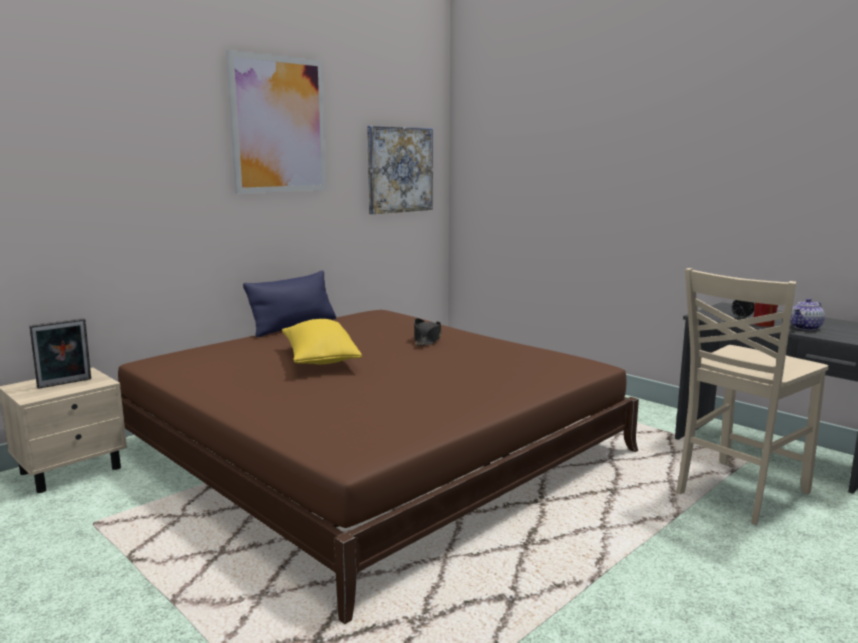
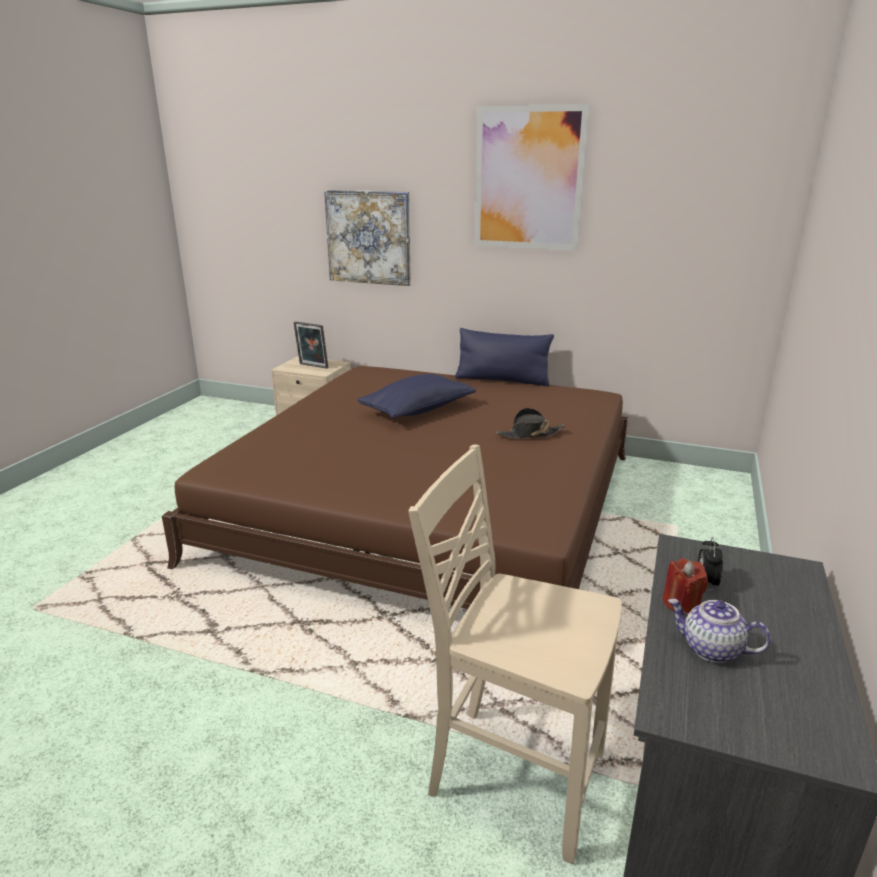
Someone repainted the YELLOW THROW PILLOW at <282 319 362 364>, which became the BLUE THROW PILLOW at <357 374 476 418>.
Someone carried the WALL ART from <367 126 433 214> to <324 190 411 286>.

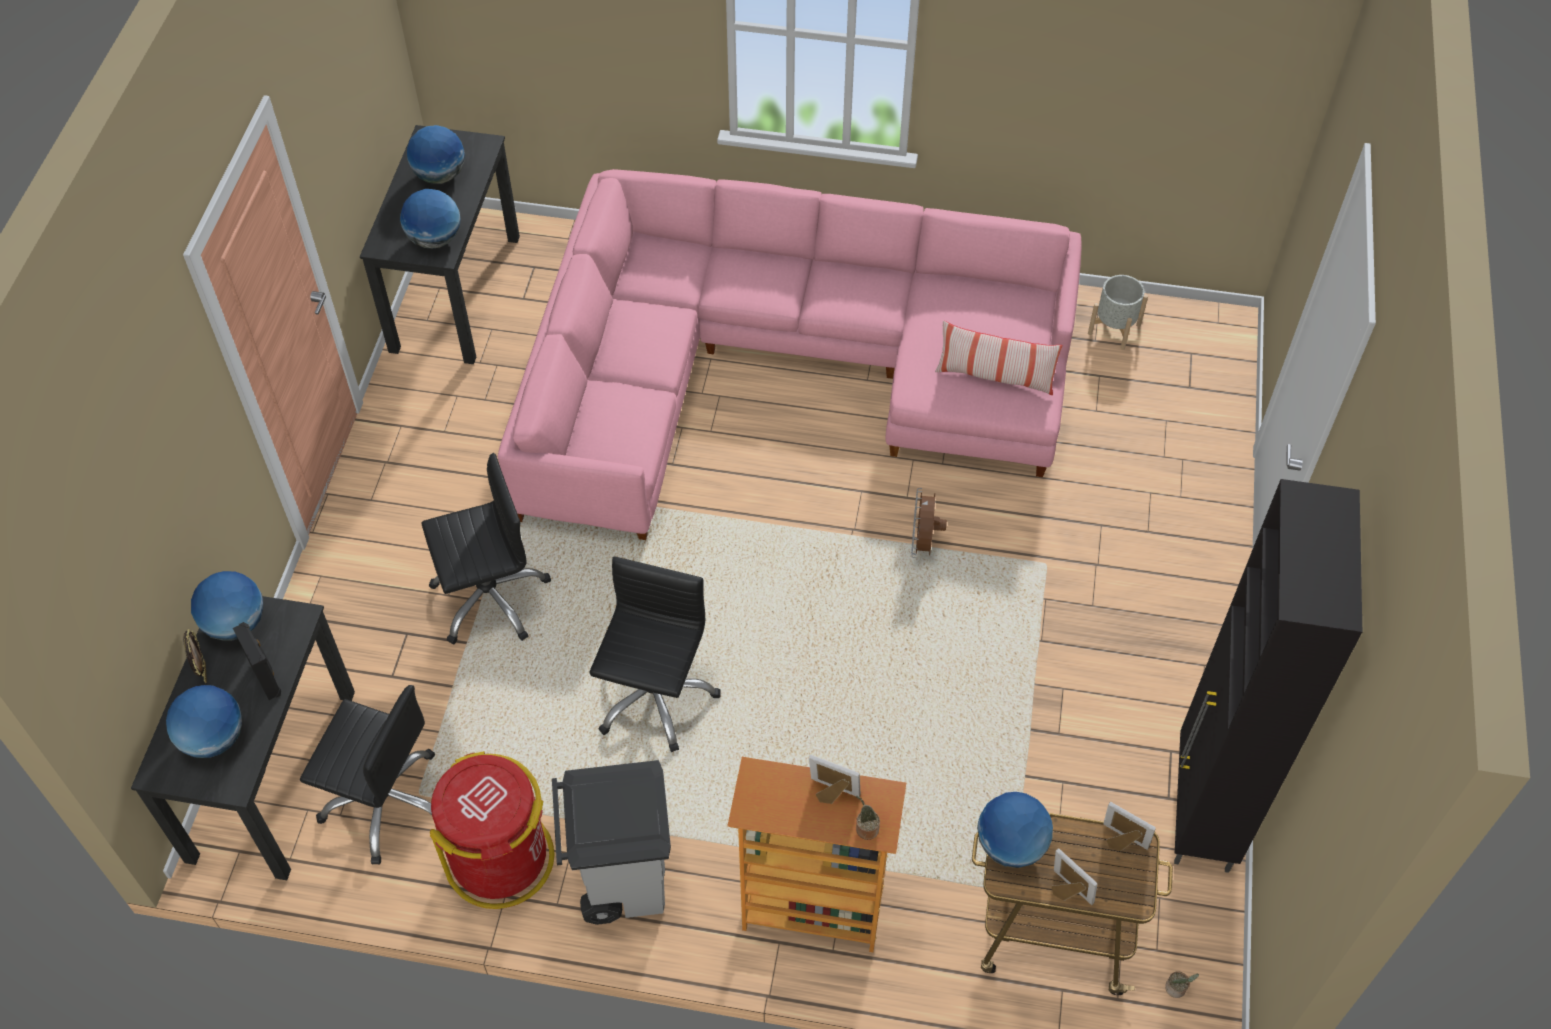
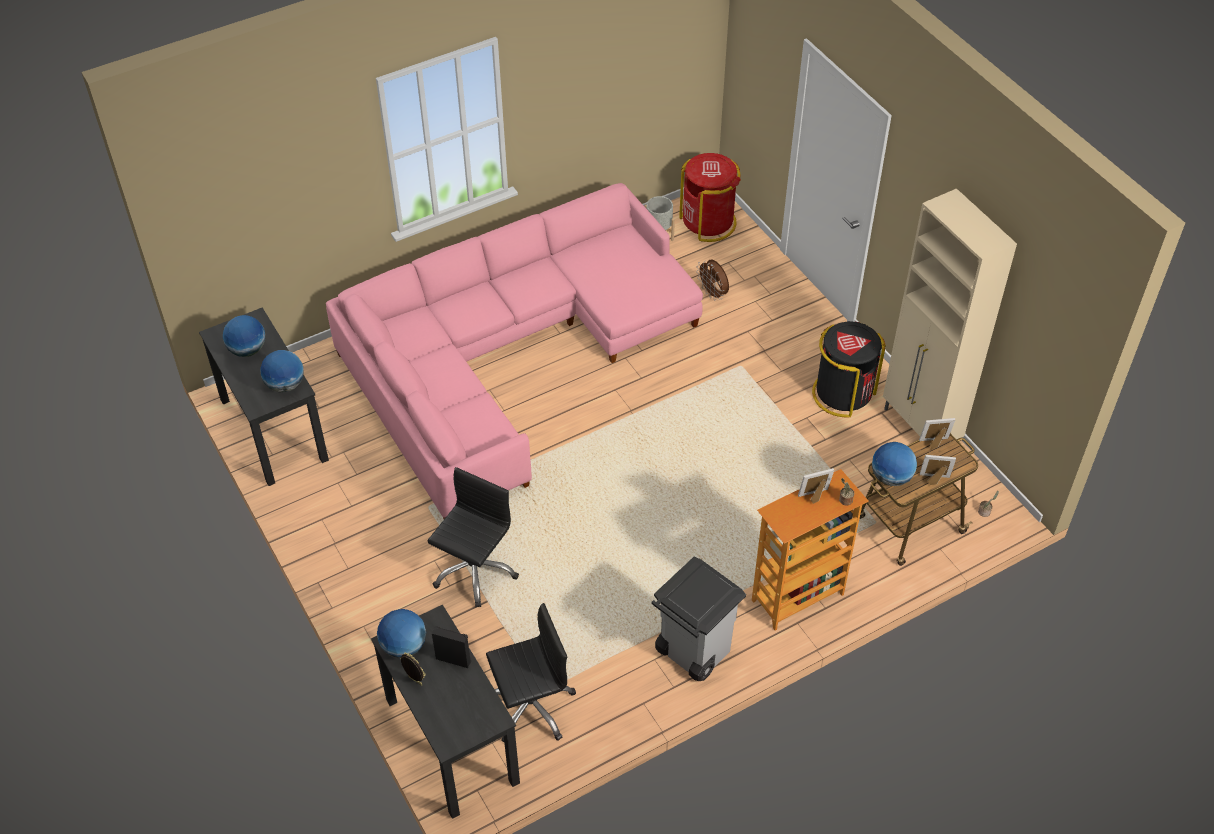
Someone took away the WORLD GLOBE at <166 685 242 758>.
Someone carried the REDDISH TRASH CAN from <430 751 554 909> to <679 153 741 242>.
Someone took away the BLACK-COLOURED COMPUTER CHAIR at <590 557 721 752>.
Someone carried the BROWN-COLOURED FAN from <911 488 947 558> to <696 259 729 301>.
Someone took away the THROW PILLOW at <935 321 1063 395>.
Someone repainted the BLACK-COLOURED CABINET at <1174 479 1362 873>, which became the BEIGE CABINET at <883 188 1017 448>.
Someone put down the BLACK-COLOURED TRASH CAN at <812 321 886 418>.

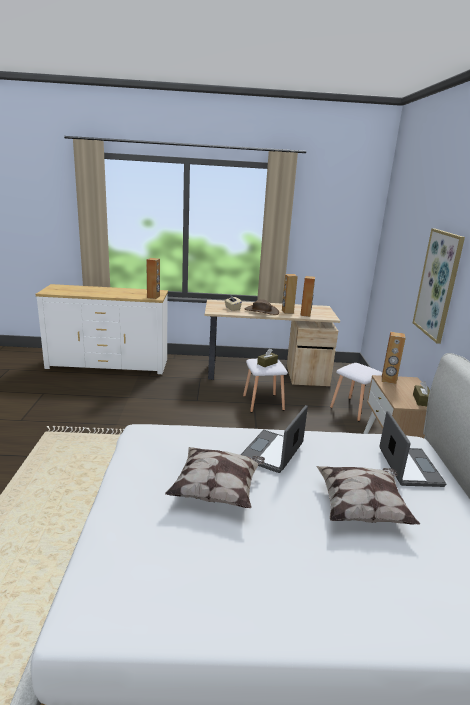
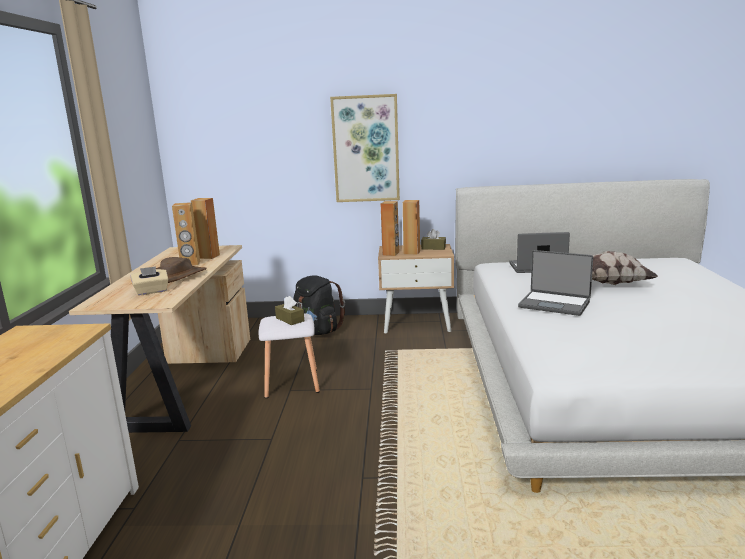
Someone carried the BROWN-COLOURED AUDIO SPEAKER from <146 258 160 299> to <403 200 420 254>.
Someone took away the THROW PILLOW at <165 447 265 508>.
Someone swapped the WHITE-COLOURED STOOL SEAT at <330 363 382 421> for the BLACK-COLOURED BACKPACK at <293 275 345 335>.

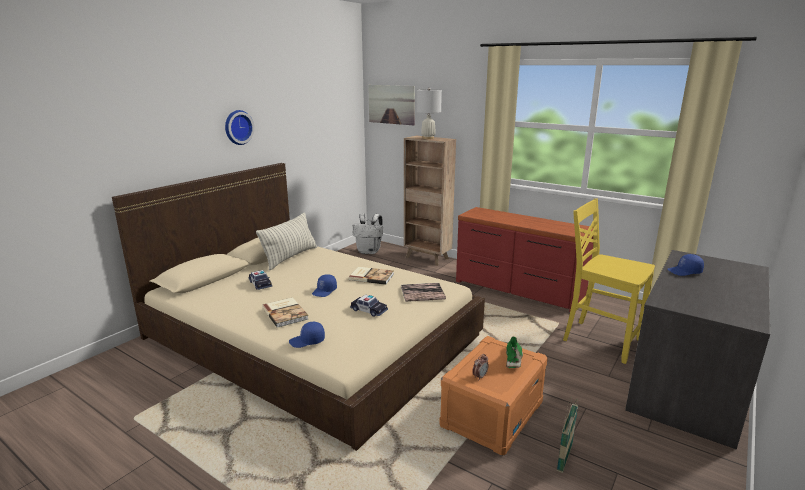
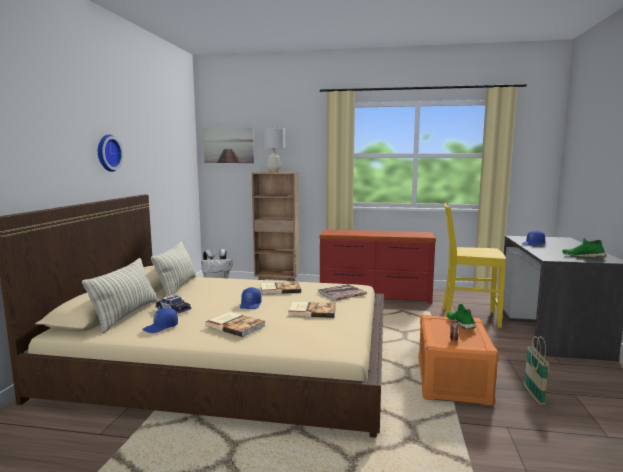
Someone carried the BLUE CAP from <289 322 325 348> to <142 308 178 333>.
Someone swapped the MINIATURE CAR at <350 295 388 317> for the BOOK at <288 302 336 318>.
Someone put down the THROW PILLOW at <82 258 158 334>.
Someone put down the GREEN-COLOURED SHOE at <562 238 606 258>.

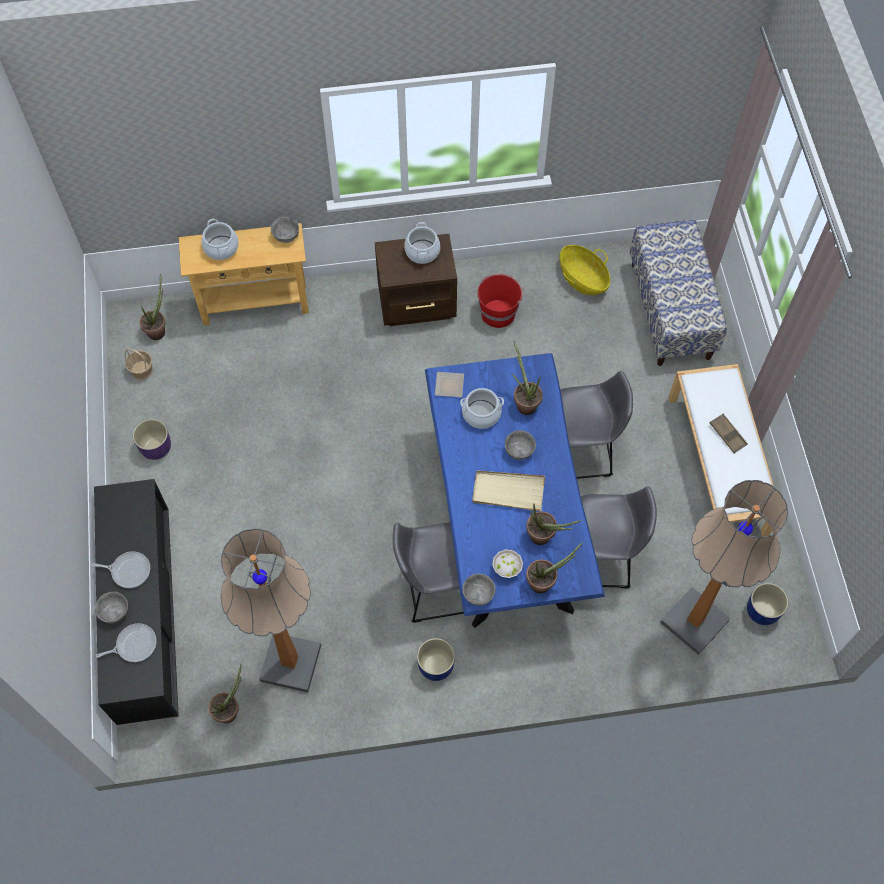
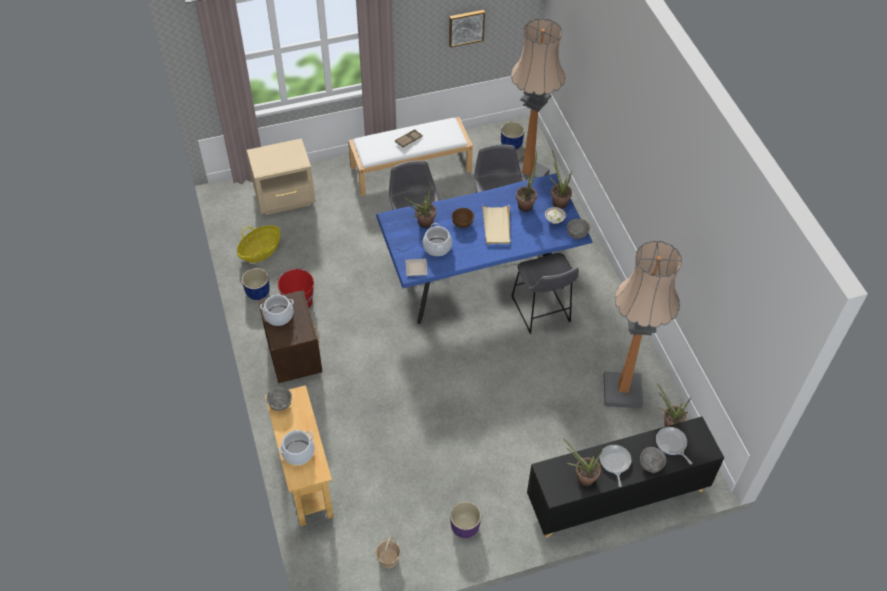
Someone carried the POTTED PLANT from <139 273 166 340> to <563 439 603 486>.
Someone carried the BLUE FLOWER POT from <417 638 455 681> to <242 268 270 300>.
Someone repainted the GREY SERVING BOWL at <505 430 536 460>, which became the BROWN-COLOURED SERVING BOWL at <452 208 474 228>.
Someone swapped the BENCH at <630 219 727 366> for the BEIGE NIGHT TABLE at <247 138 315 215>.
Someone put up the WALL ART at <449 10 485 47>.

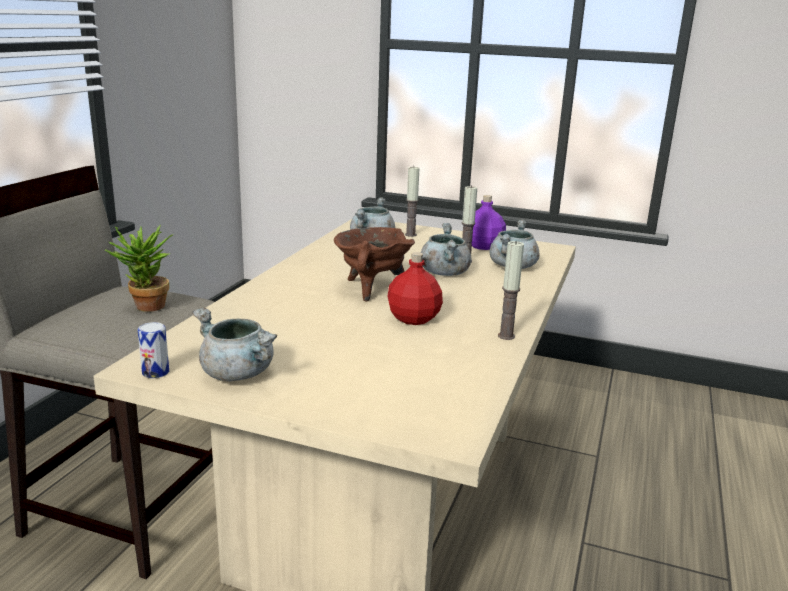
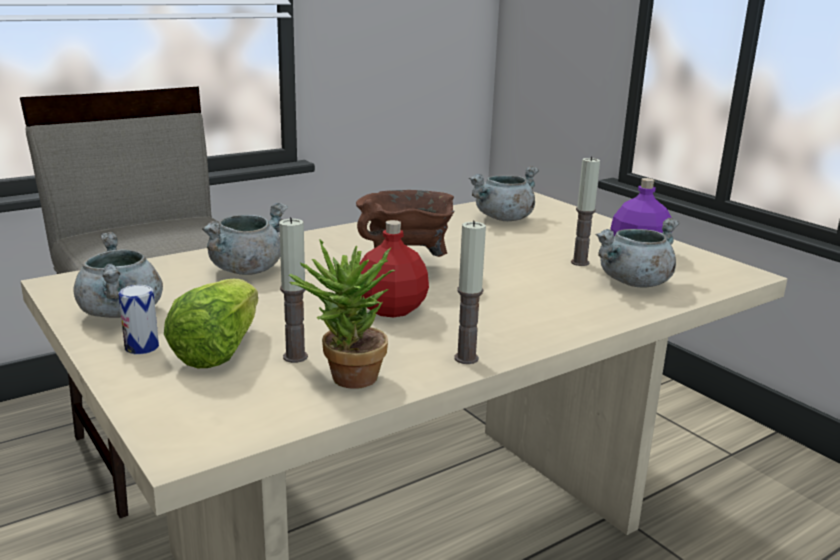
Someone carried the POTTED PLANT from <105 224 173 312> to <289 239 395 389>.
Someone carried the METAL CAN from <138 322 169 378> to <118 285 159 354>.
Someone carried the WAX LIGHT from <405 167 419 237> to <279 217 308 363>.
Someone carried the GREY SAUCEPOT from <421 223 471 276> to <202 203 288 275>.
Someone put down the HEAD OF LETTUCE at <164 279 258 368>.

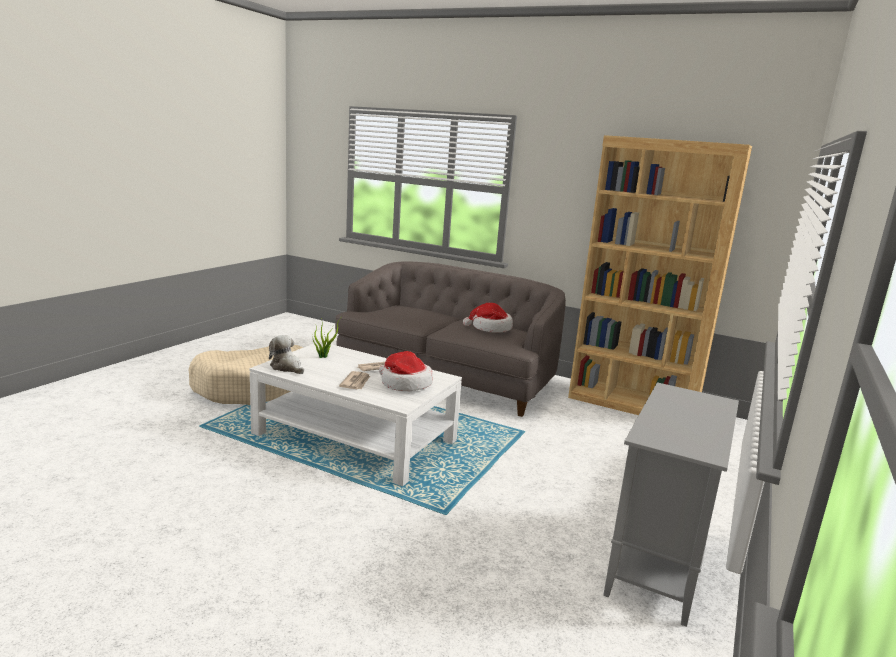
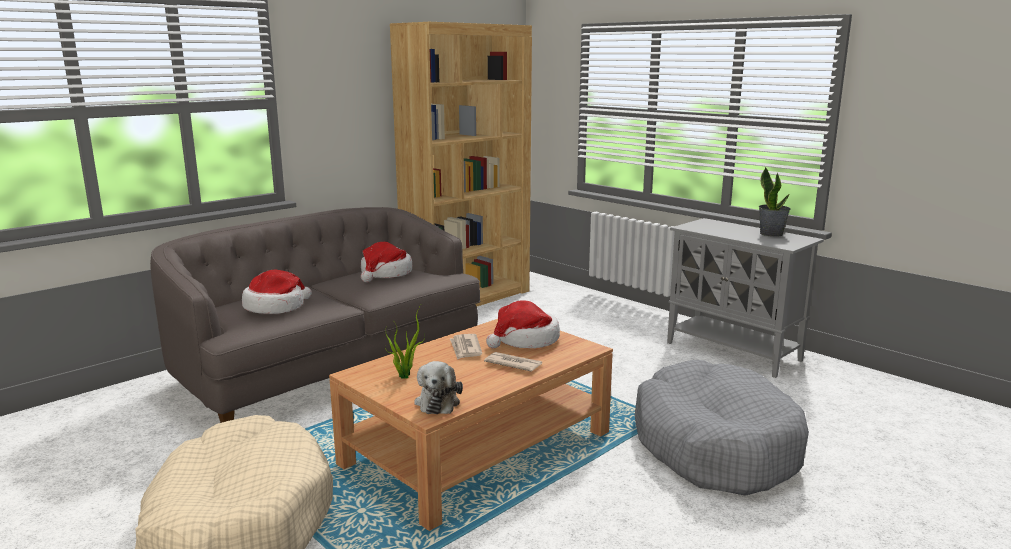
Someone repainted the WHITE-COLOURED LOUNGE TABLE at <249 341 462 486>, which became the BROWN-COLOURED LOUNGE TABLE at <329 319 613 531>.
Someone rotated the CUDDLY TOY at <269 335 304 374> by 60 degrees counterclockwise.
Someone put down the WEARABLE HAT at <242 270 312 314>.
Someone put down the GREY DOG CUSHION at <635 360 809 496>.
Someone put down the POTTED PLANT at <759 167 790 237>.

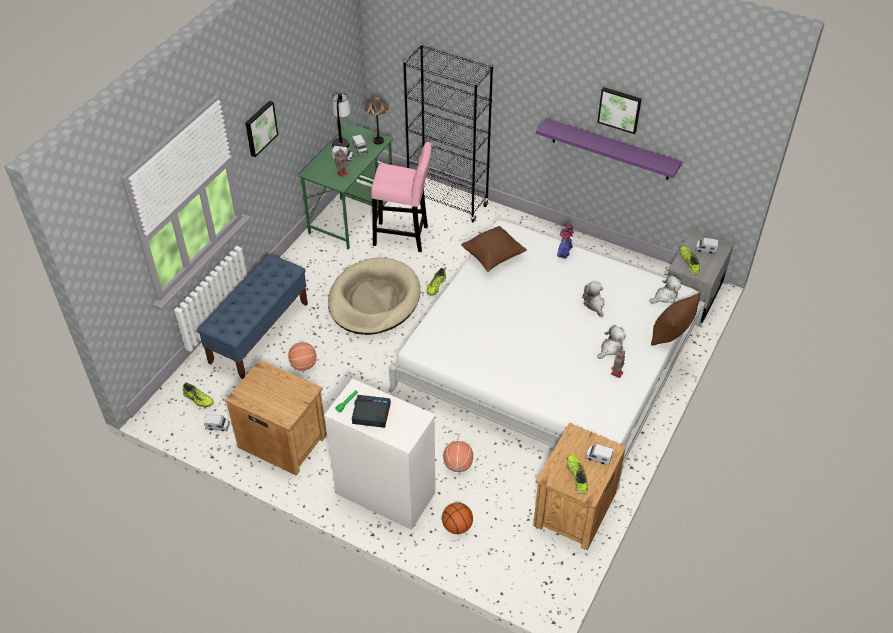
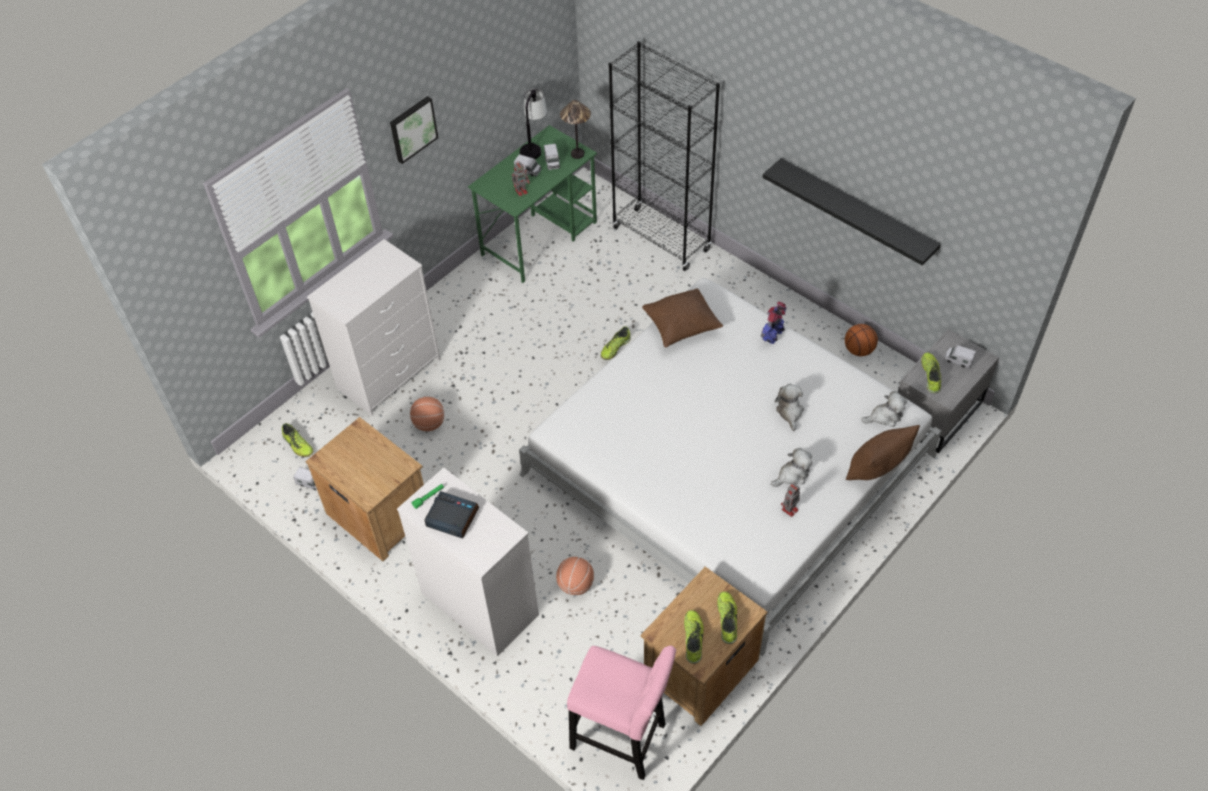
Someone swapped the BLUE BENCH at <197 254 308 379> for the WHITE-COLOURED CHEST OF DRAWERS at <307 239 440 416>.
Someone took away the BEIGE DOG CUSHION at <328 258 420 335>.
Someone carried the PINK STOOL SEAT from <371 142 431 252> to <567 646 676 780>.
Someone carried the BALL FOR BASKETBALL from <442 502 473 534> to <845 324 878 356>.
Someone repainted the PURPLE BRACKET SHELF at <536 118 682 180>, which became the BLACK-COLOURED BRACKET SHELF at <763 158 941 265>.
Someone swapped the MODEL TRUCK at <585 444 613 465> for the SHOE at <717 591 737 644>.
Someone took away the WALL ART at <597 87 642 134>.

